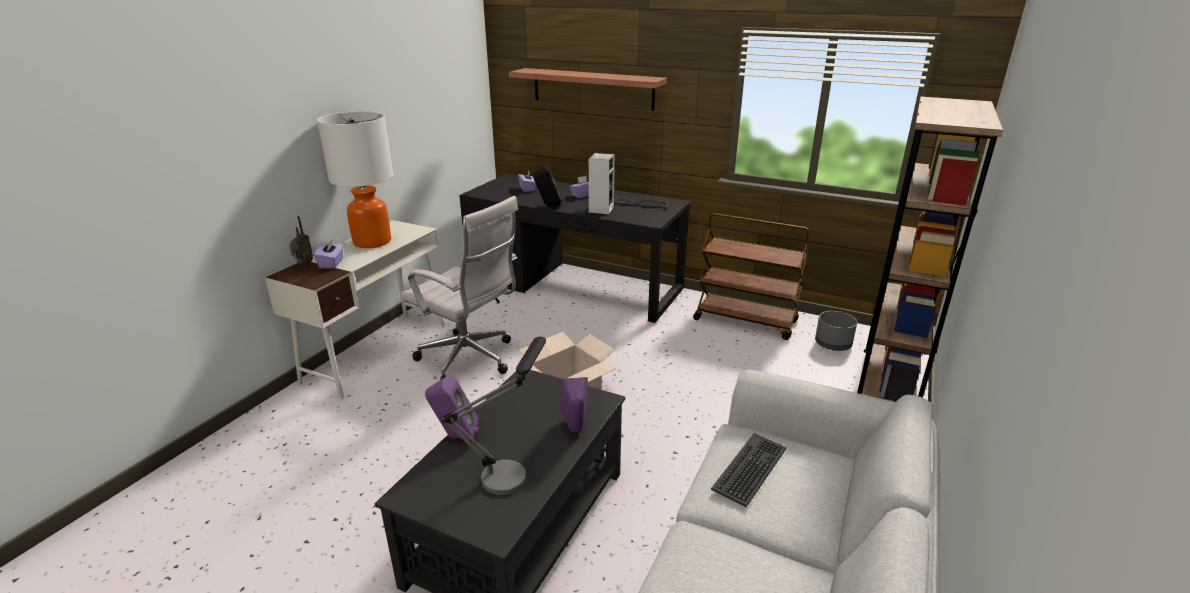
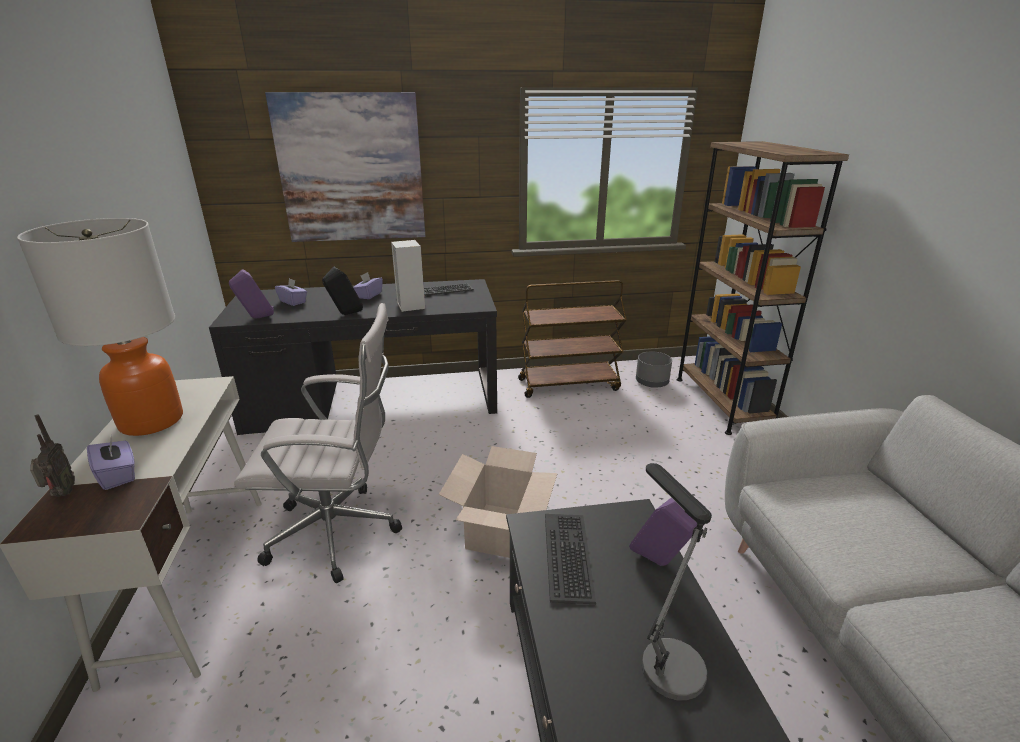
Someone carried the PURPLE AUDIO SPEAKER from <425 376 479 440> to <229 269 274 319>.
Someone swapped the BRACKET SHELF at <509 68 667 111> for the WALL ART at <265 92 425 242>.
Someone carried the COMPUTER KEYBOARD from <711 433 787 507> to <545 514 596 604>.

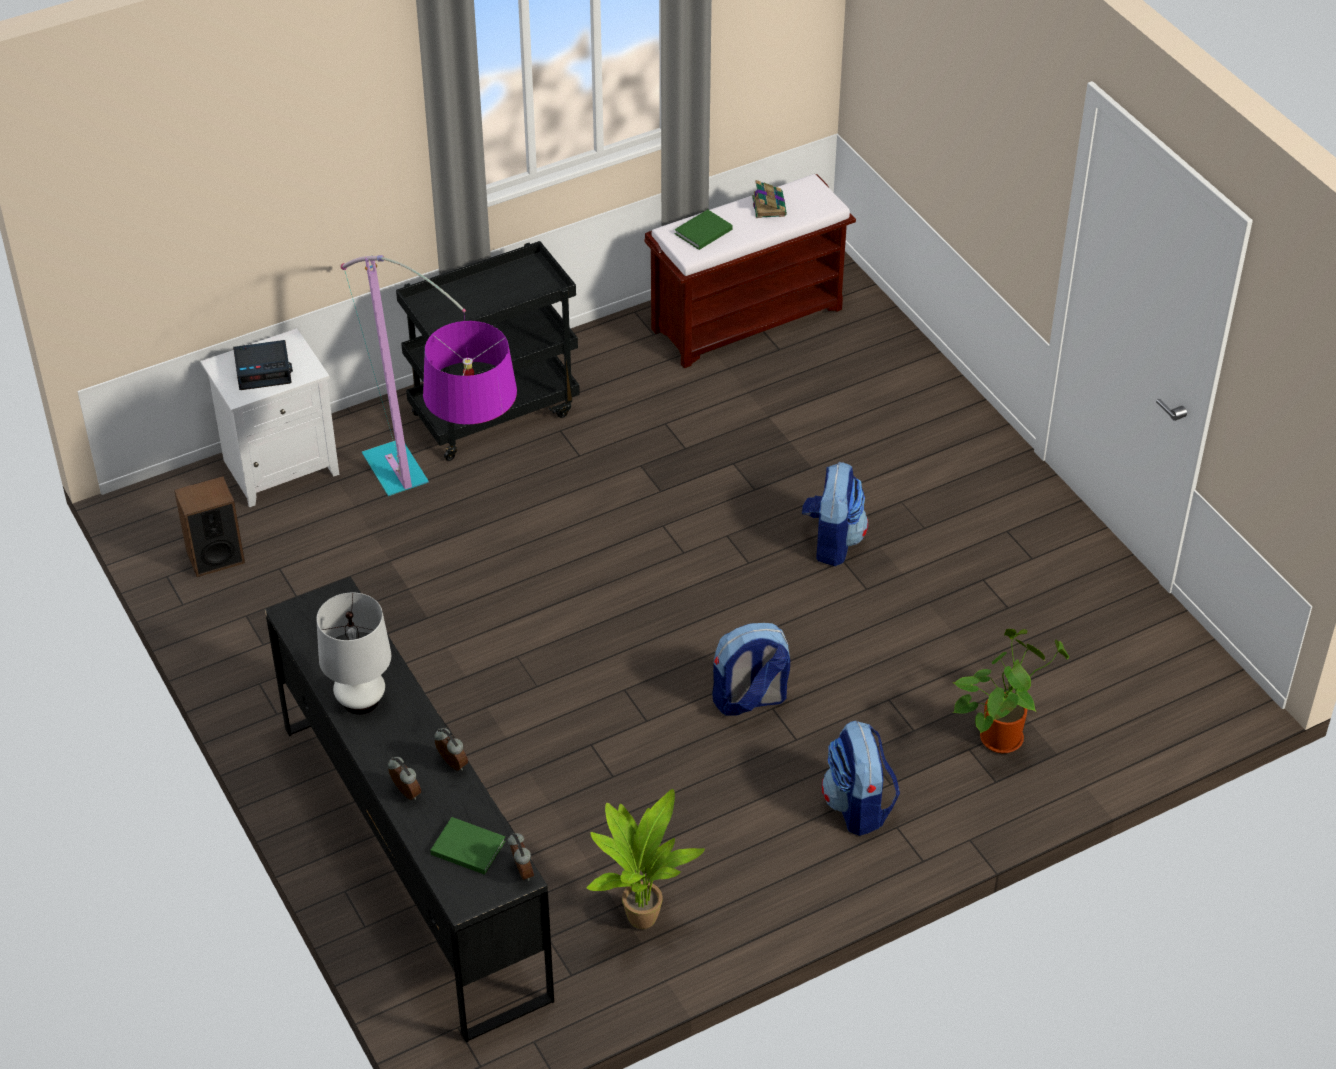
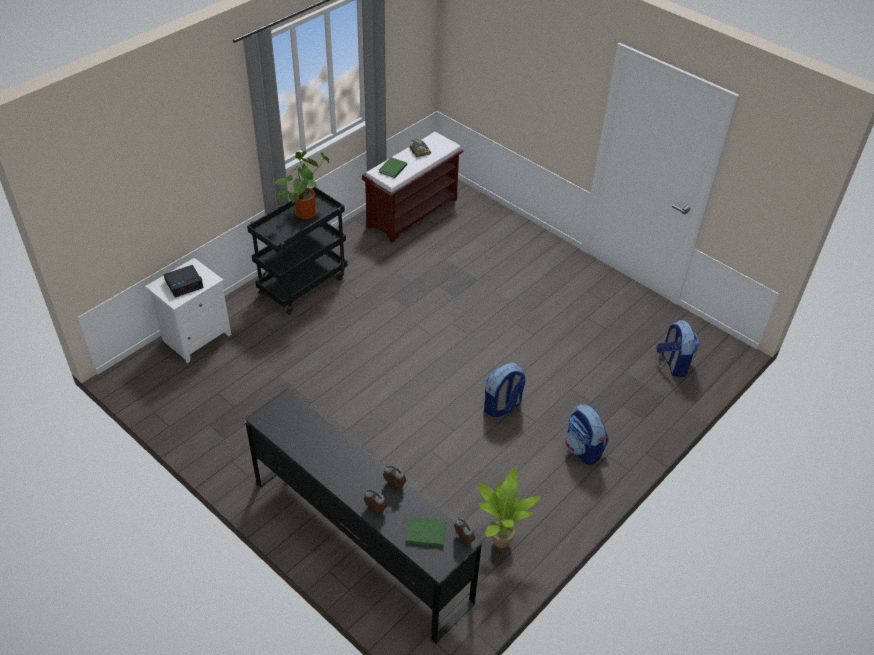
Someone took away the AUDIO SPEAKER at <174 476 245 577>.
Someone took away the WHITE-COLOURED TABLE LAMP at <316 593 391 715>.
Someone took away the STANDING LAMP at <341 255 517 496>.
Someone carried the BACKPACK from <802 462 868 566> to <657 320 699 377>.
Someone carried the POTTED PLANT from <952 629 1069 754> to <275 151 330 219>.

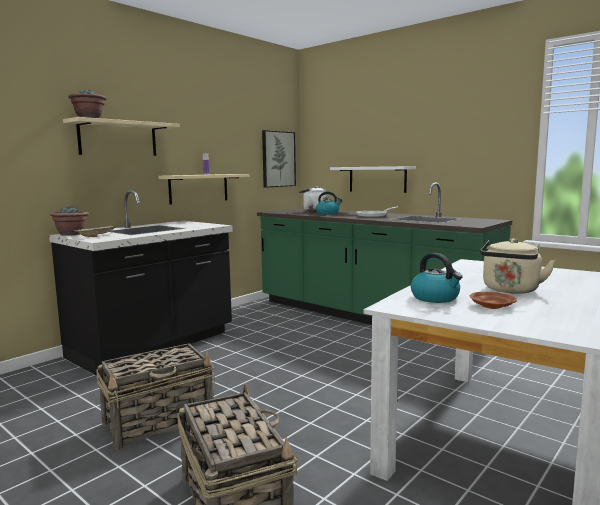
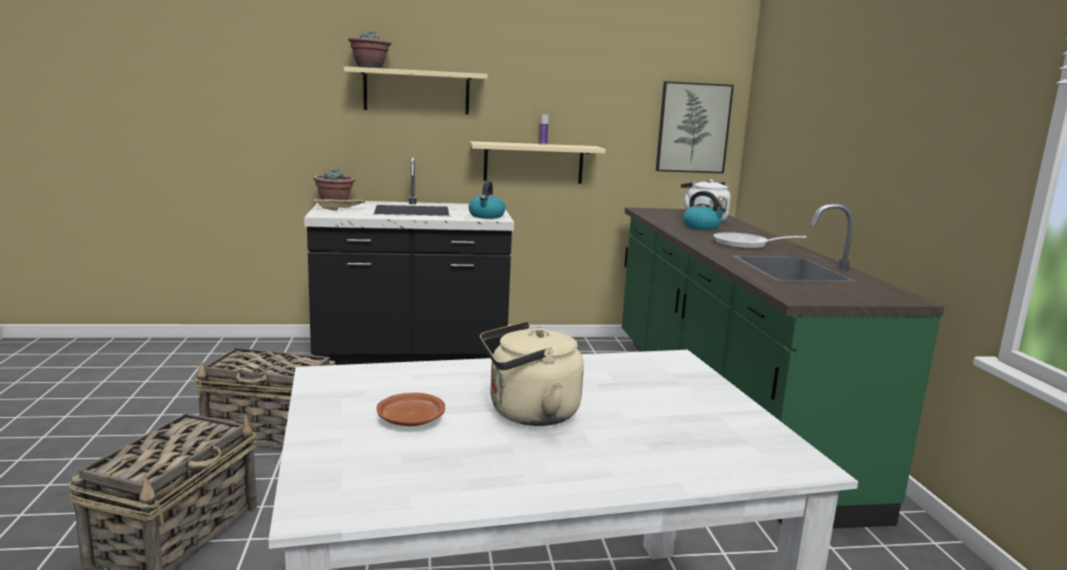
Someone took away the WHITE-COLOURED BRACKET SHELF at <330 166 416 193>.
Someone carried the TEA KETTLE from <411 253 463 303> to <468 181 505 219>.

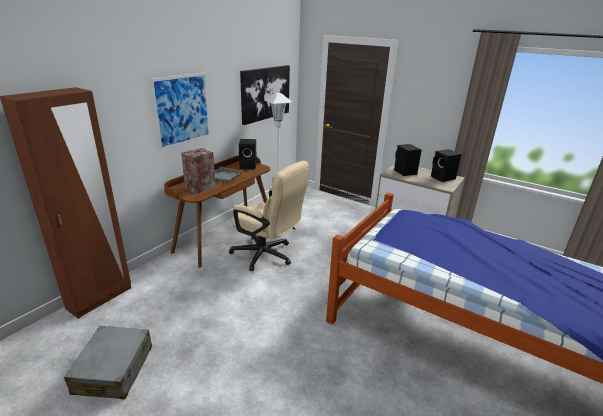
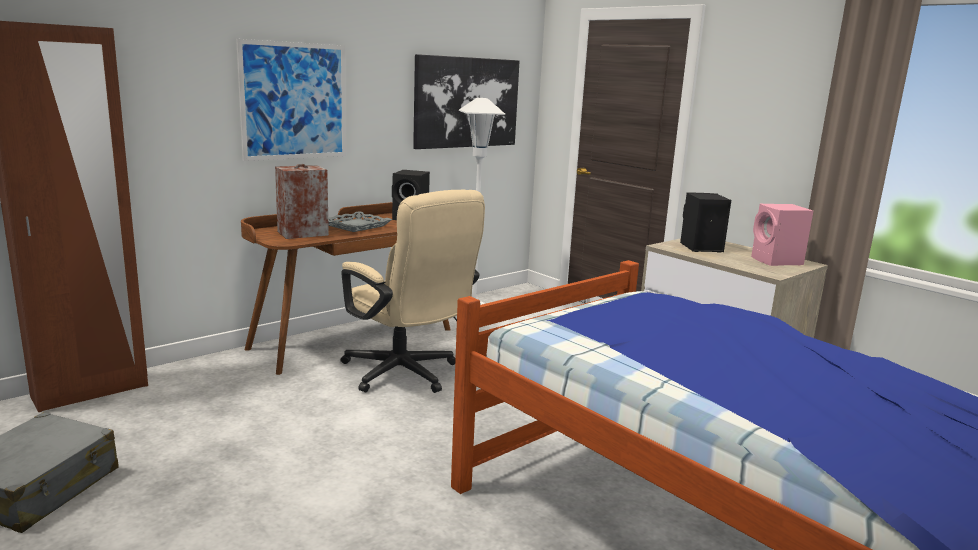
Someone repainted the BLACK-COLOURED AUDIO SPEAKER at <431 149 462 182>, which became the PINK AUDIO SPEAKER at <751 204 813 266>.

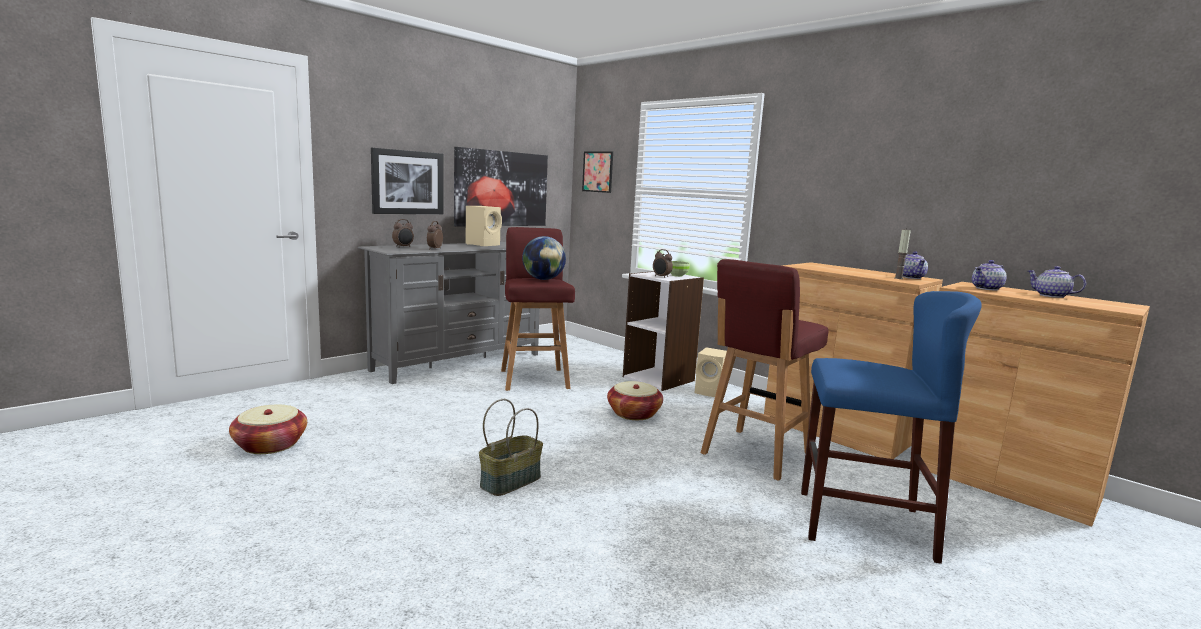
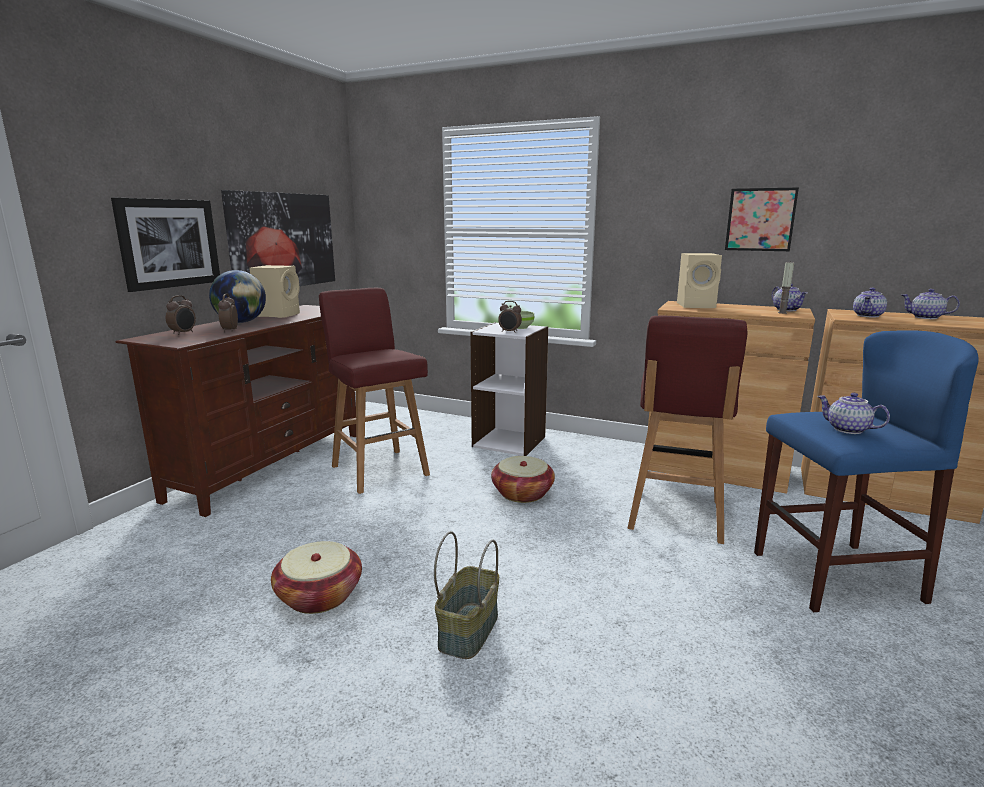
Someone carried the HOUSEHOLD BASKET from <229 405 307 454> to <271 541 362 614>.
Someone repainted the GREY MEDIA CONSOLE at <358 242 540 384>, which became the BROWN-COLOURED MEDIA CONSOLE at <116 305 356 517>.
Someone carried the WORLD GLOBE from <522 236 566 280> to <209 270 266 323>.
Someone carried the WALL ART from <582 151 613 193> to <725 187 799 251>.
Someone carried the BEIGE AUDIO SPEAKER from <695 347 727 397> to <677 253 722 308>.
Someone put down the TEAPOT at <817 393 890 434>.

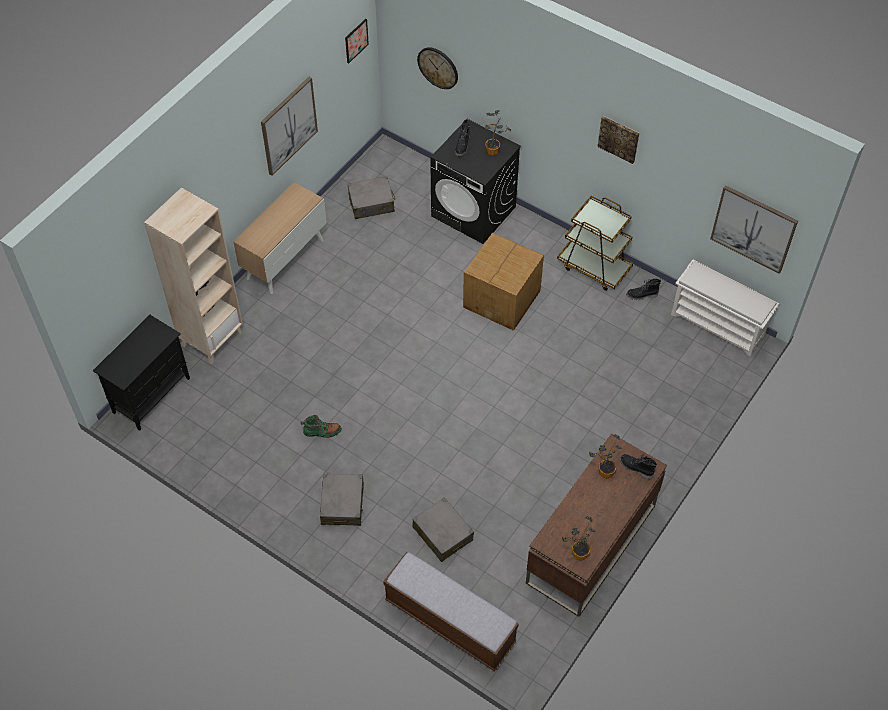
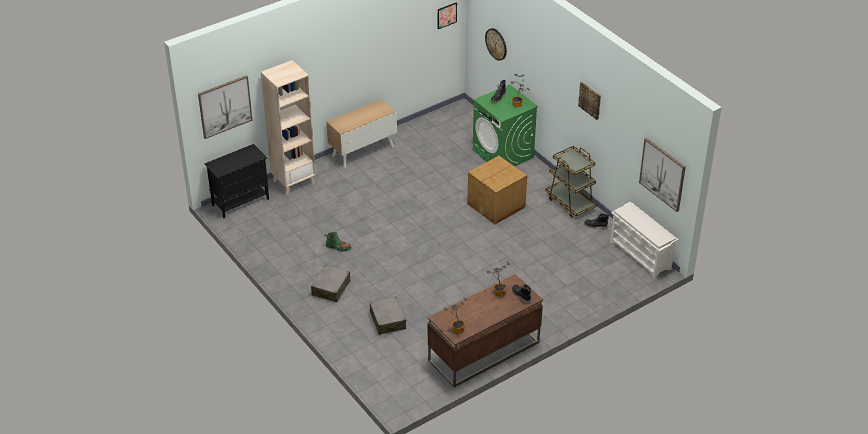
Someone carried the WALL ART from <261 77 318 176> to <198 75 253 139>.
Someone took away the GREY TRAVEL CASE at <348 176 395 219>.
Someone took away the BENCH at <383 552 519 671>.
Someone repainted the BLACK-COLOURED LAUNDRY APPLIANCE at <430 119 521 244>, which became the GREEN-COLOURED LAUNDRY APPLIANCE at <473 84 538 166>.

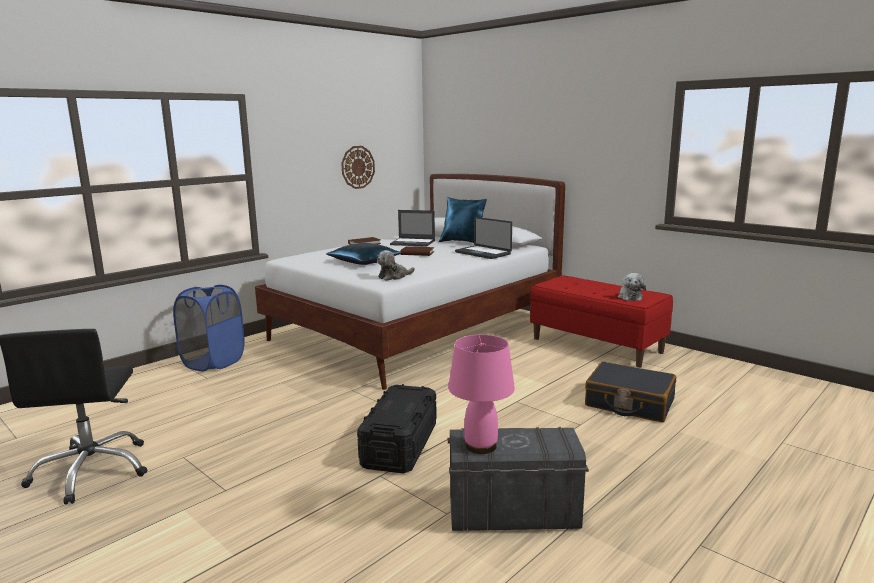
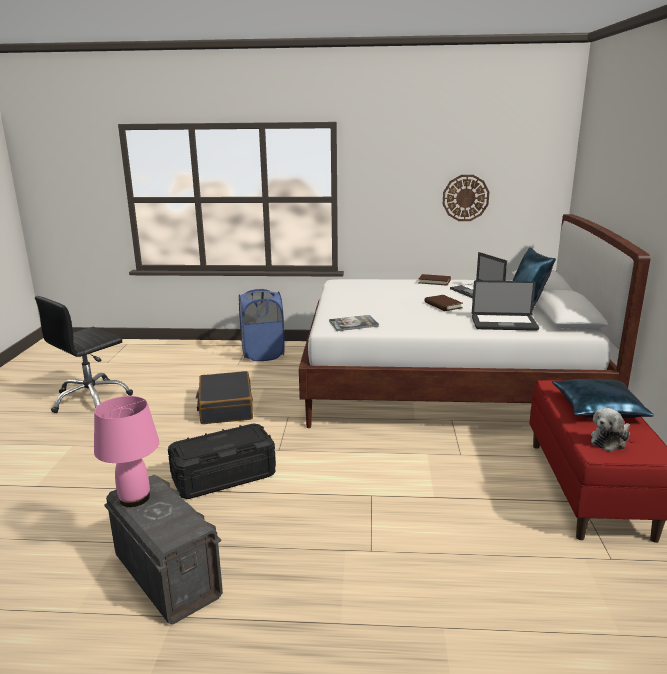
Someone carried the BLUE THROW PILLOW from <326 243 401 265> to <552 379 654 418>.
Someone swapped the CUDDLY TOY at <377 250 415 281> for the BOOK at <329 315 379 331>.
Someone rotated the NOTEBOOK COMPUTER at <455 217 512 259> by 90 degrees counterclockwise.
Someone carried the BLACK-COLOURED TRAVEL CASE from <585 361 676 423> to <196 371 253 424>.

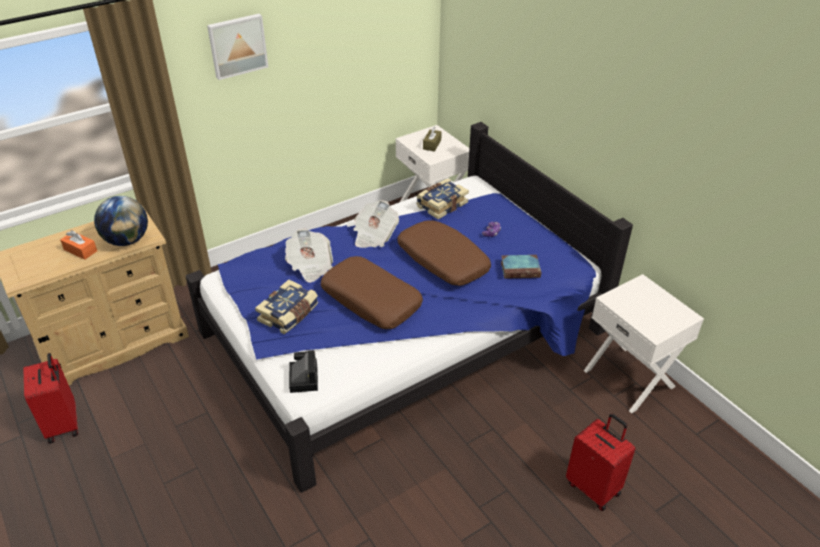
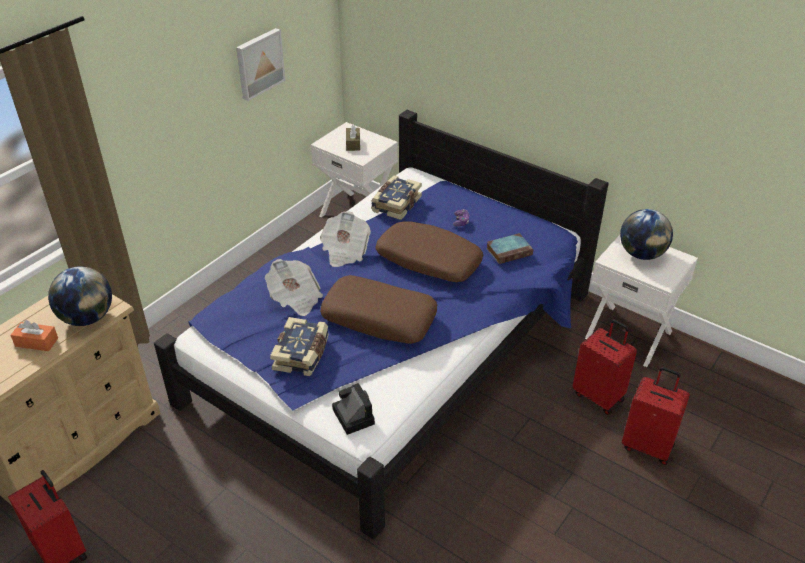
Someone carried the WALL ART from <207 14 268 80> to <236 28 285 101>.
Someone put down the REDDISH TRAVEL CASE at <573 319 637 415>.
Someone put down the WORLD GLOBE at <620 209 673 260>.

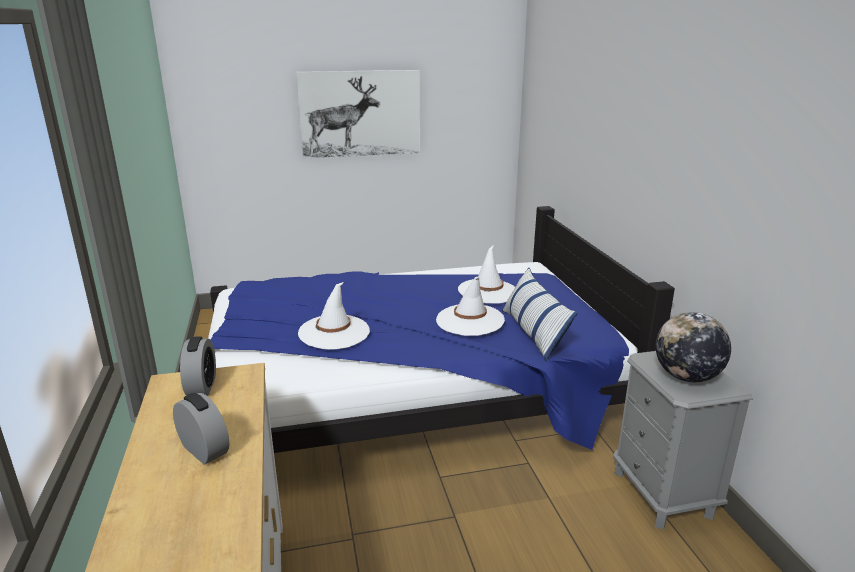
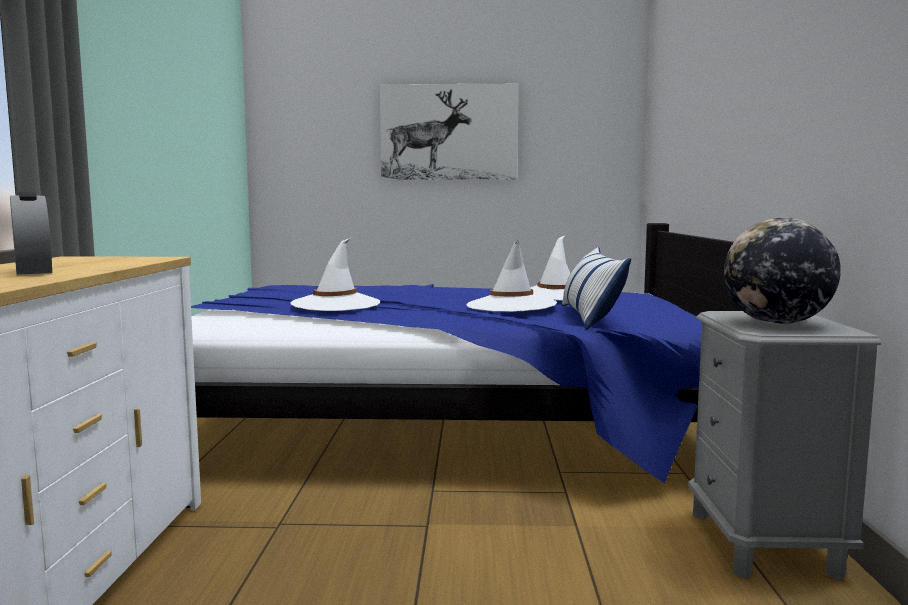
Someone took away the BEDSIDE CLOCK at <180 336 216 396>.

